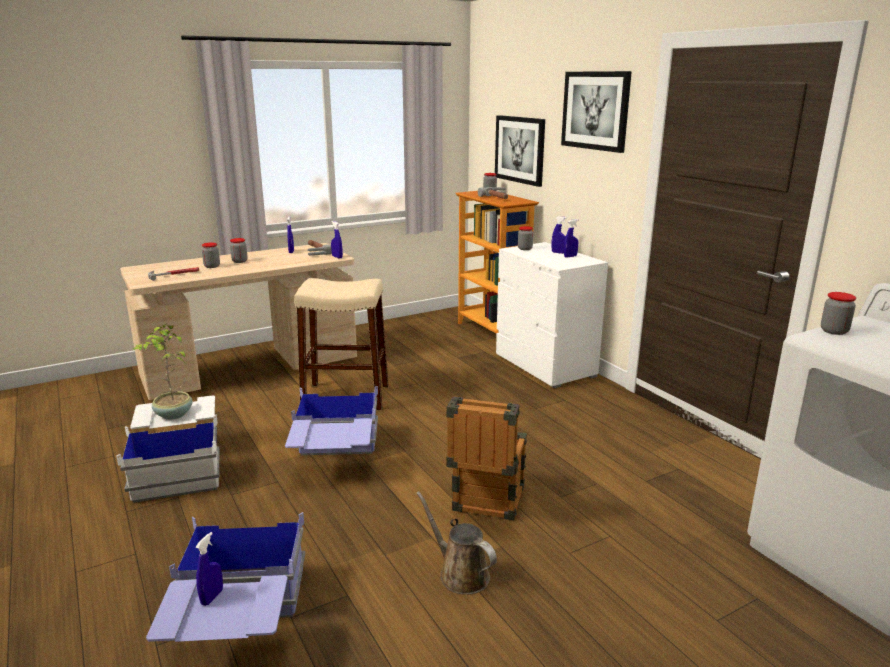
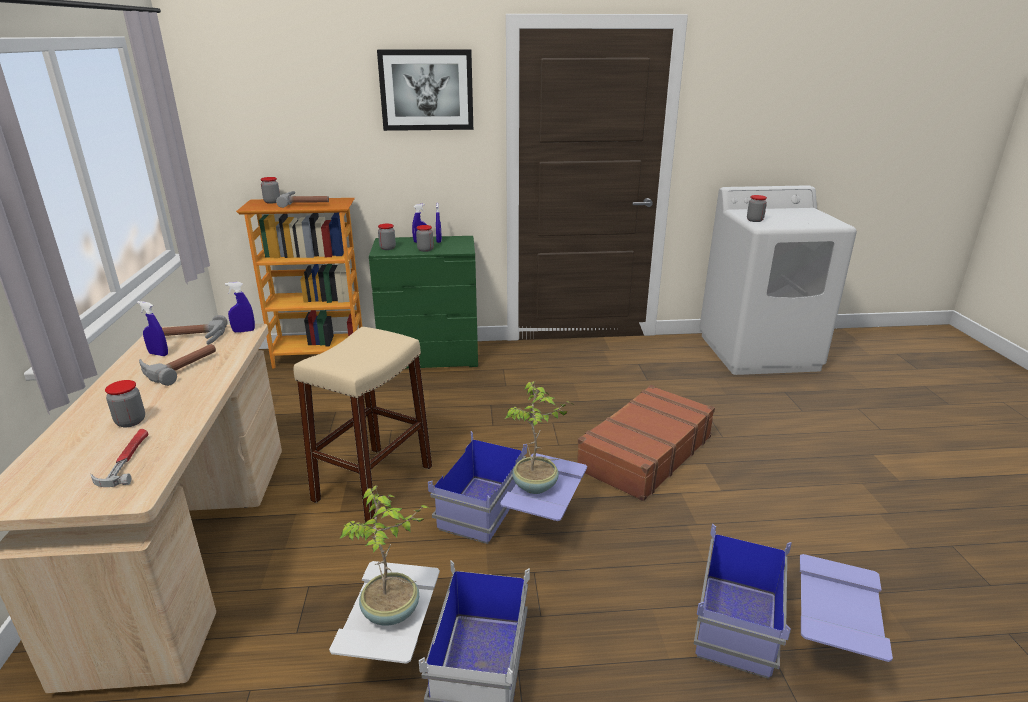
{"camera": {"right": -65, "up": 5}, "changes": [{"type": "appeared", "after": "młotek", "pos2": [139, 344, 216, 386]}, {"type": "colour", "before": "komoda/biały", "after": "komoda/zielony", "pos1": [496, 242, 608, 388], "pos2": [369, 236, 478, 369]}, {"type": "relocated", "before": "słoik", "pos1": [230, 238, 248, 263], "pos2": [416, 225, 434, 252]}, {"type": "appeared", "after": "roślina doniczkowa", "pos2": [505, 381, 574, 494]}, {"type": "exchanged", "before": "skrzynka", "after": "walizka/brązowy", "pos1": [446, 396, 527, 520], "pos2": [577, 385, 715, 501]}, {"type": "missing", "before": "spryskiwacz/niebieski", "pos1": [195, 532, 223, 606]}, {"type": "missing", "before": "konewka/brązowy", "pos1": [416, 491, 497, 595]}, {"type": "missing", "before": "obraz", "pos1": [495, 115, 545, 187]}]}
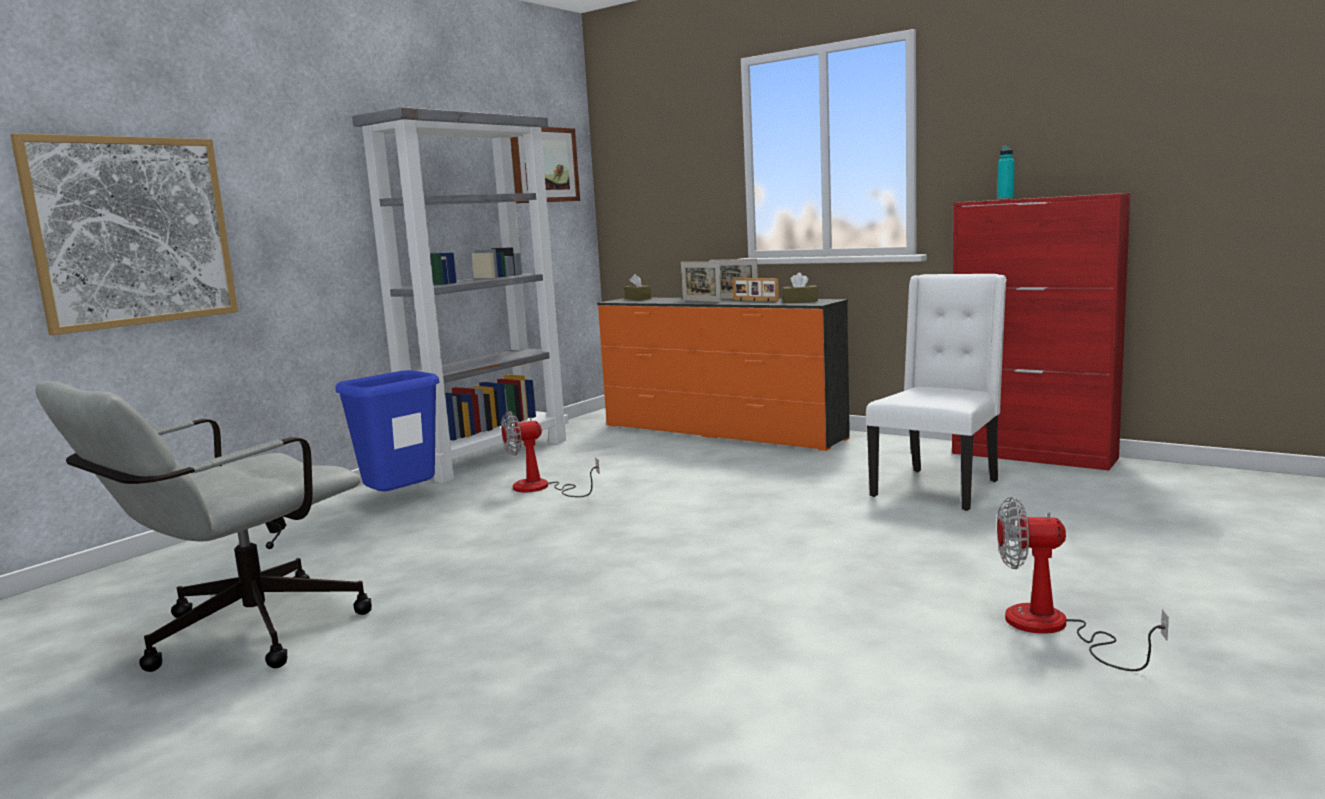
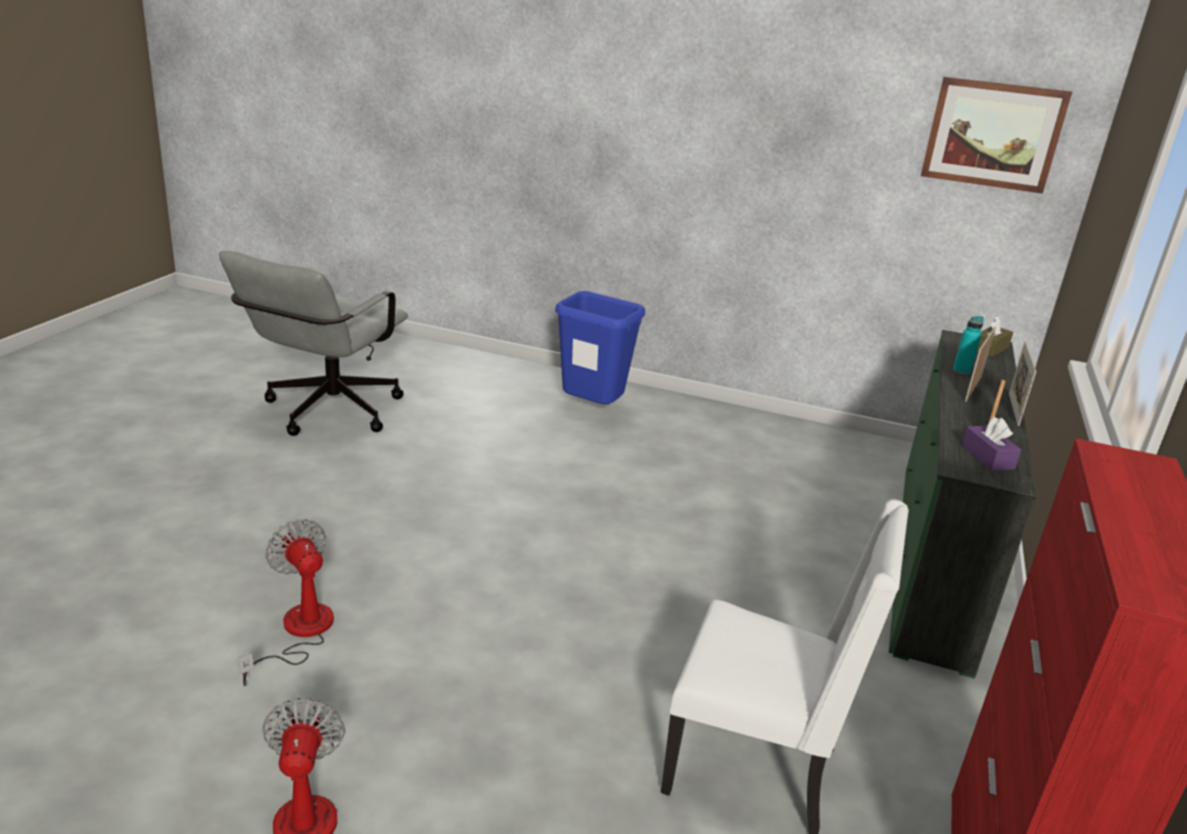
{"camera": {"right": 70, "up": 15}, "changes": [{"type": "spun", "before": "krzesło biurowe/szary", "pos1": [35, 381, 372, 672], "pos2": [219, 251, 408, 436], "turn": -90}, {"type": "relocated", "before": "wentylator", "pos1": [501, 411, 600, 497], "pos2": [238, 519, 334, 686]}, {"type": "colour", "before": "komoda/pomarańczowy", "after": "komoda/zielony", "pos1": [597, 298, 850, 451], "pos2": [889, 330, 1037, 679]}, {"type": "relocated", "before": "butelka/turkusowy", "pos1": [997, 146, 1014, 200], "pos2": [953, 316, 984, 375]}, {"type": "colour", "before": "pudełko chusteczek/brązowy", "after": "pudełko chusteczek/fioletowy", "pos1": [782, 273, 818, 303], "pos2": [962, 417, 1021, 471]}, {"type": "missing", "before": "obraz", "pos1": [10, 133, 238, 335]}, {"type": "missing", "before": "regał/szary", "pos1": [352, 107, 568, 483]}]}
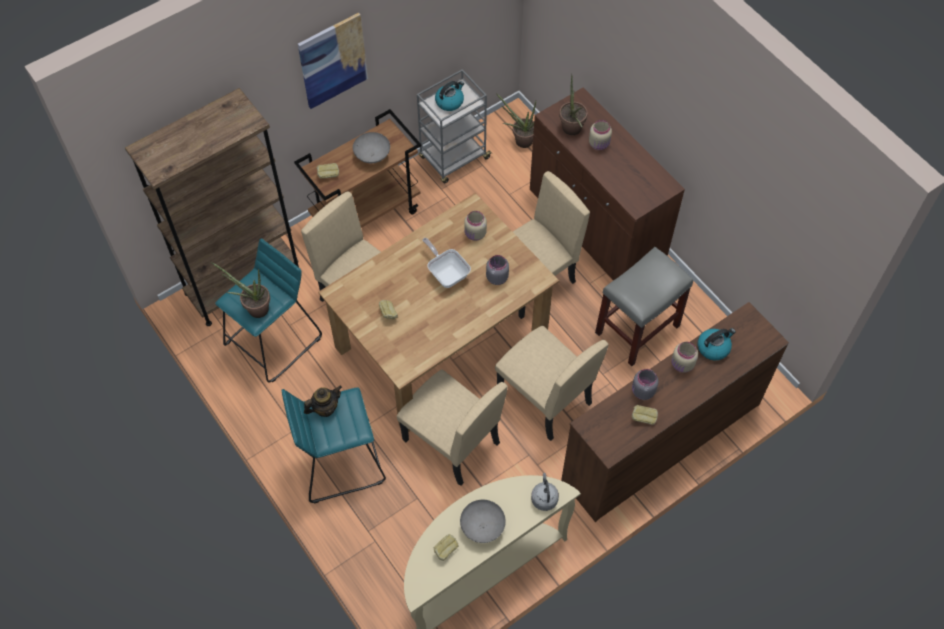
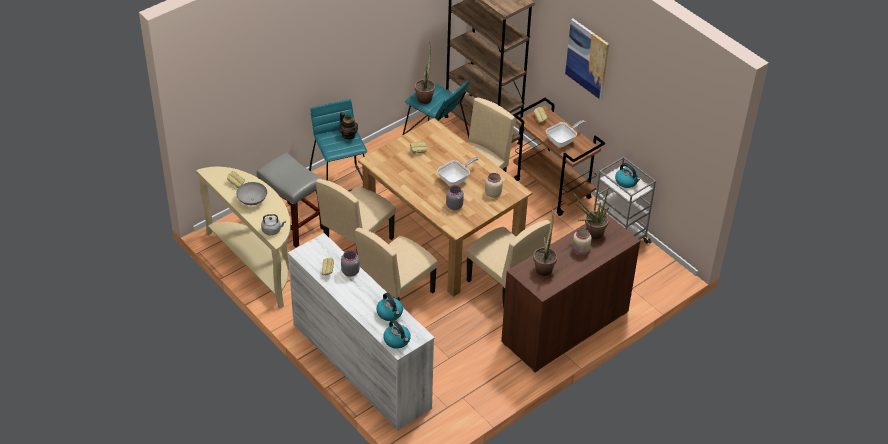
{"camera": {"right": 85, "up": -15}, "changes": [{"type": "relocated", "before": "stołek/szary", "pos1": [595, 247, 693, 366], "pos2": [257, 152, 323, 248]}, {"type": "colour", "before": "komoda/brązowy", "after": "komoda/biały", "pos1": [561, 302, 789, 522], "pos2": [288, 233, 435, 431]}, {"type": "appeared", "after": "czajnik", "pos2": [383, 320, 411, 349]}, {"type": "relocated", "before": "roślina doniczkowa", "pos1": [497, 94, 536, 148], "pos2": [533, 206, 557, 276]}, {"type": "exchanged", "before": "miska/szary", "after": "patelnia", "pos1": [353, 132, 390, 163], "pos2": [546, 120, 586, 148]}, {"type": "missing", "before": "słoik/beżowy", "pos1": [671, 342, 698, 373]}]}
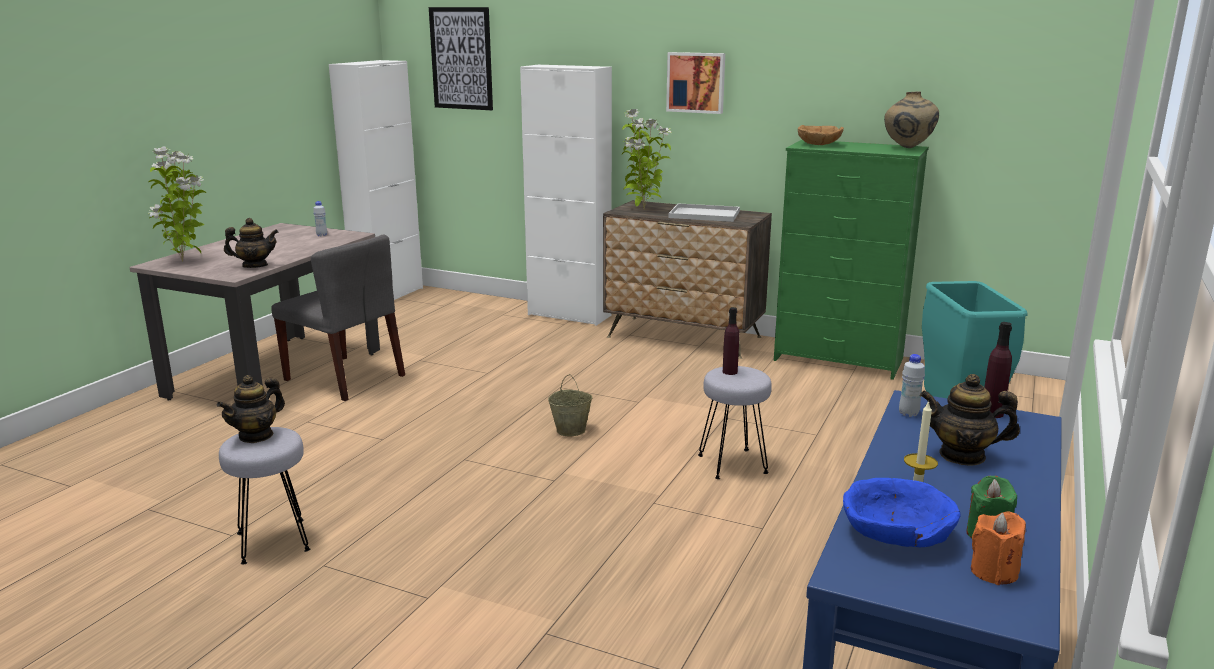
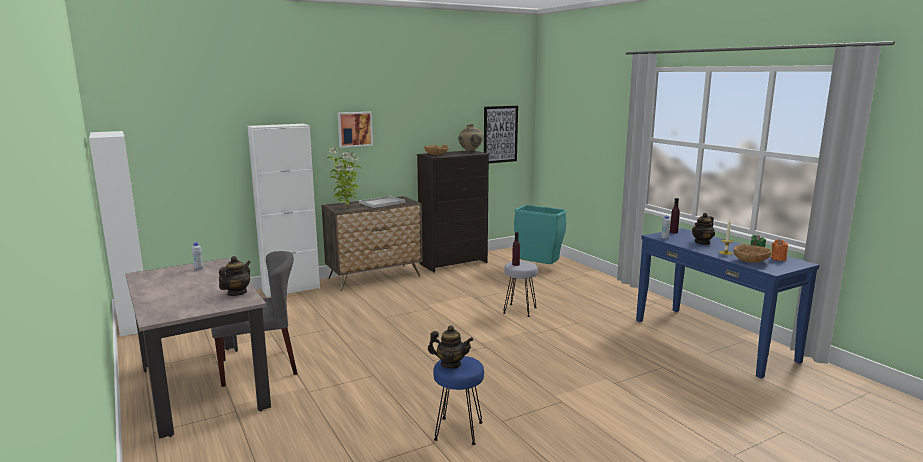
{"camera": {"right": -55, "up": -5}, "changes": [{"type": "colour", "before": "komoda/zielony", "after": "komoda/czarny", "pos1": [774, 140, 929, 380], "pos2": [417, 150, 490, 273]}, {"type": "spun", "before": "imbryk", "pos1": [217, 375, 285, 443], "pos2": [428, 325, 473, 369], "turn": -60}, {"type": "colour", "before": "stołek/szary", "after": "stołek/niebieski", "pos1": [219, 427, 310, 564], "pos2": [433, 356, 484, 445]}, {"type": "relocated", "before": "obraz", "pos1": [429, 7, 493, 110], "pos2": [484, 106, 518, 163]}, {"type": "colour", "before": "miska/niebieski", "after": "miska/brązowy", "pos1": [843, 478, 961, 547], "pos2": [734, 244, 771, 263]}, {"type": "missing", "before": "roślina doniczkowa", "pos1": [148, 146, 206, 262]}, {"type": "missing", "before": "wiadro/beżowy", "pos1": [548, 374, 593, 437]}]}
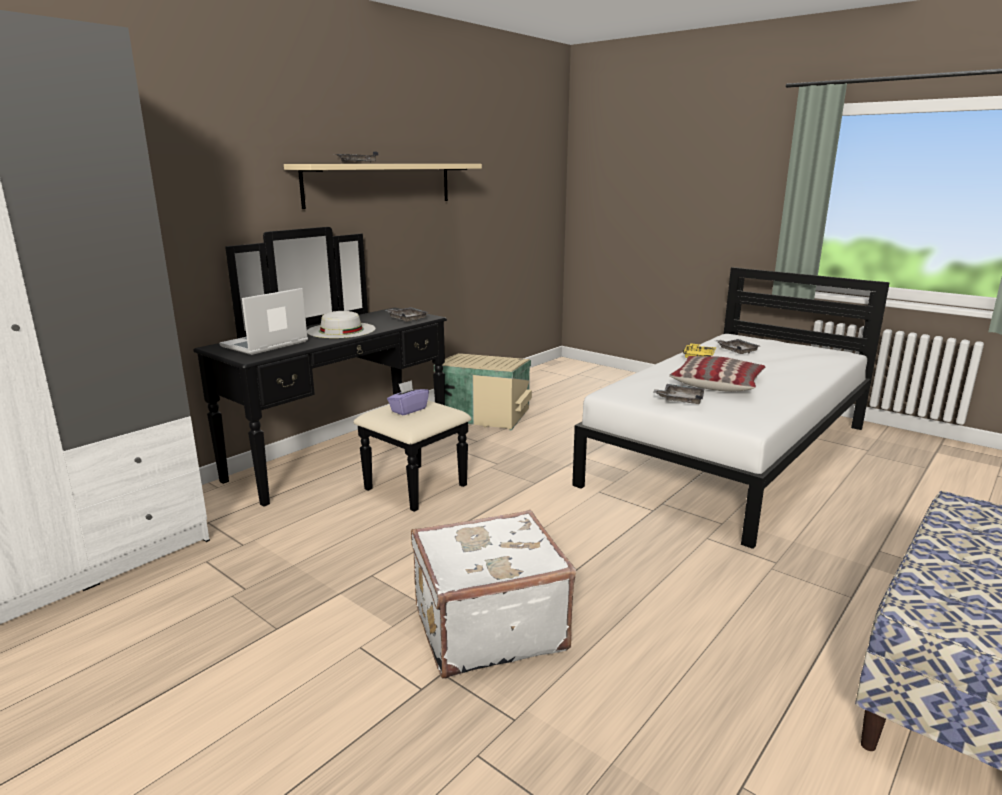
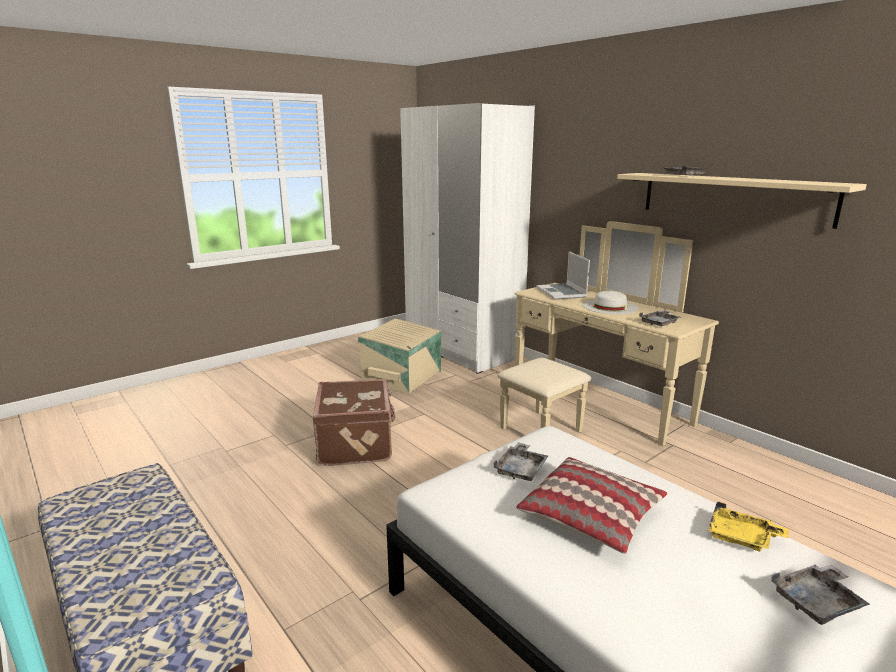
{"camera": {"right": 100, "up": 0}, "changes": [{"type": "colour", "before": "walizka/biały", "after": "walizka/brązowy", "pos1": [411, 510, 576, 679], "pos2": [313, 379, 395, 466]}, {"type": "relocated", "before": "pojemnik do przechowywania/beżowy", "pos1": [434, 353, 532, 430], "pos2": [358, 319, 442, 395]}, {"type": "colour", "before": "komoda/czarny", "after": "komoda/beżowy", "pos1": [193, 227, 471, 512], "pos2": [498, 221, 719, 446]}, {"type": "spun", "before": "laptop", "pos1": [219, 288, 308, 355], "pos2": [536, 251, 590, 299], "turn": -150}, {"type": "missing", "before": "pudełko chusteczek/fioletowy", "pos1": [387, 380, 429, 415]}]}
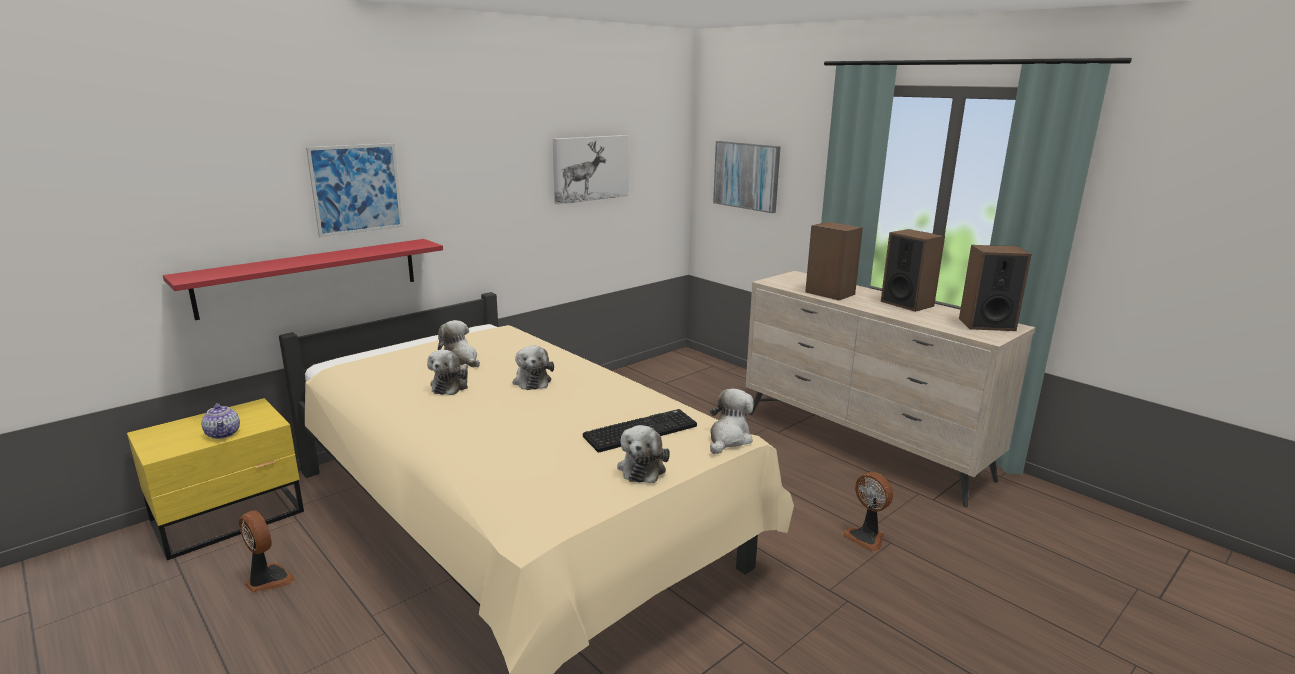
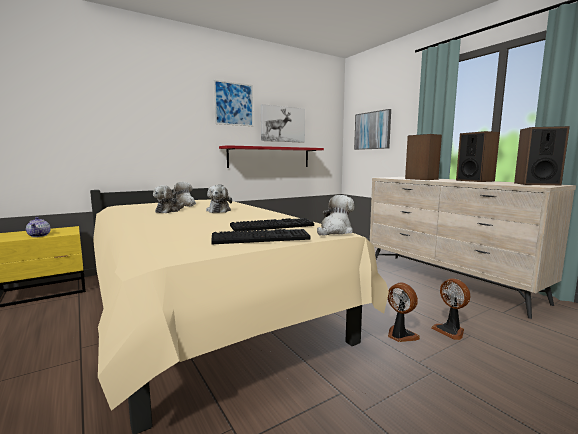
{"camera": {"right": 10, "up": -10}, "changes": [{"type": "exchanged", "before": "pluszak", "after": "klawiatura", "pos1": [617, 425, 670, 483], "pos2": [211, 229, 311, 244]}, {"type": "relocated", "before": "obraz", "pos1": [306, 143, 403, 237], "pos2": [214, 80, 253, 126]}, {"type": "relocated", "before": "półka/czerwony", "pos1": [163, 239, 443, 320], "pos2": [219, 145, 324, 168]}, {"type": "relocated", "before": "wentylator", "pos1": [239, 510, 296, 592], "pos2": [388, 283, 420, 342]}]}
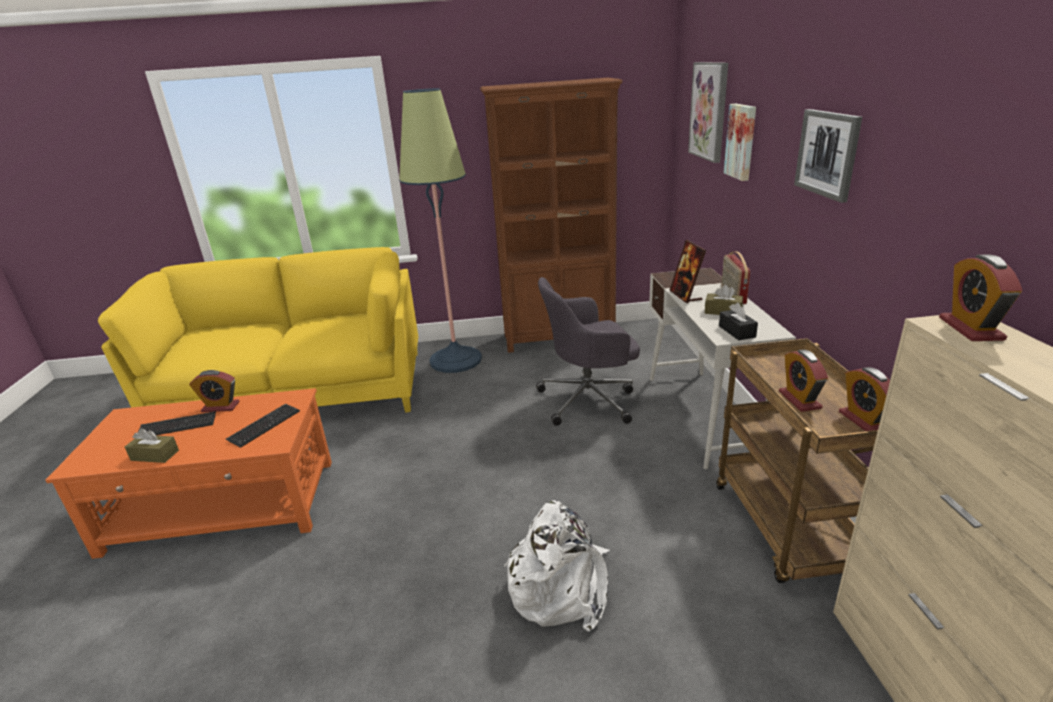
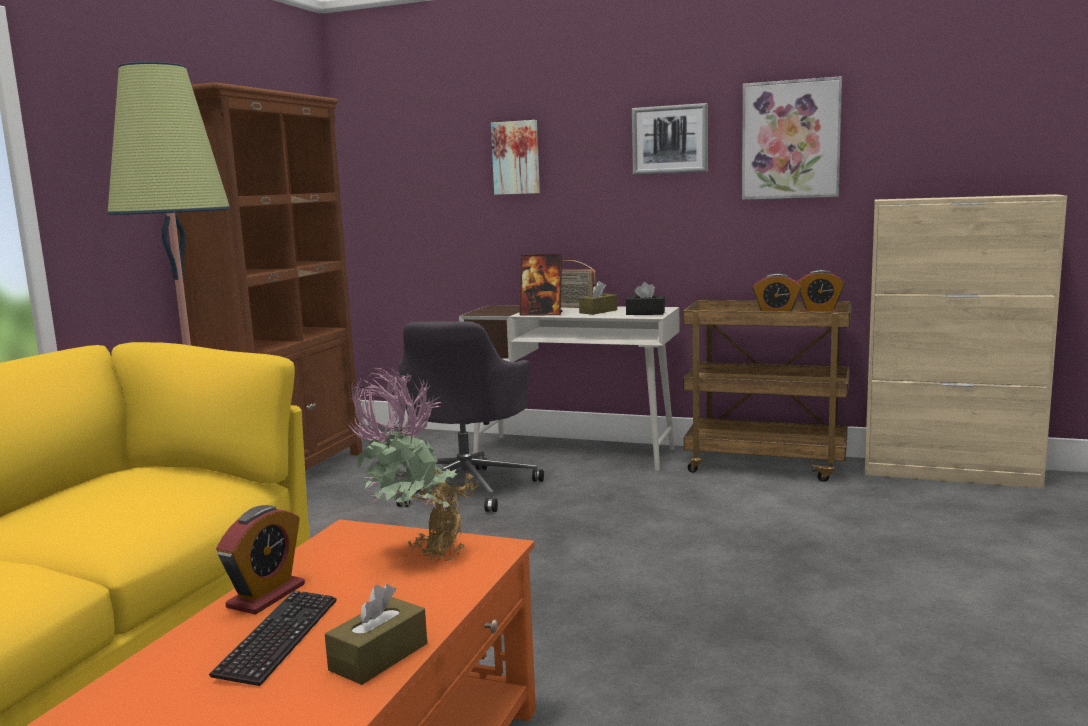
{"camera": {"right": -65, "up": -15}, "changes": [{"type": "exchanged", "before": "klawiatura", "after": "roślina doniczkowa", "pos1": [226, 404, 300, 448], "pos2": [349, 366, 478, 561]}, {"type": "relocated", "before": "obraz", "pos1": [688, 62, 728, 163], "pos2": [742, 76, 842, 200]}, {"type": "missing", "before": "plecak/biały", "pos1": [504, 500, 610, 632]}, {"type": "missing", "before": "budzik", "pos1": [939, 255, 1022, 341]}]}
